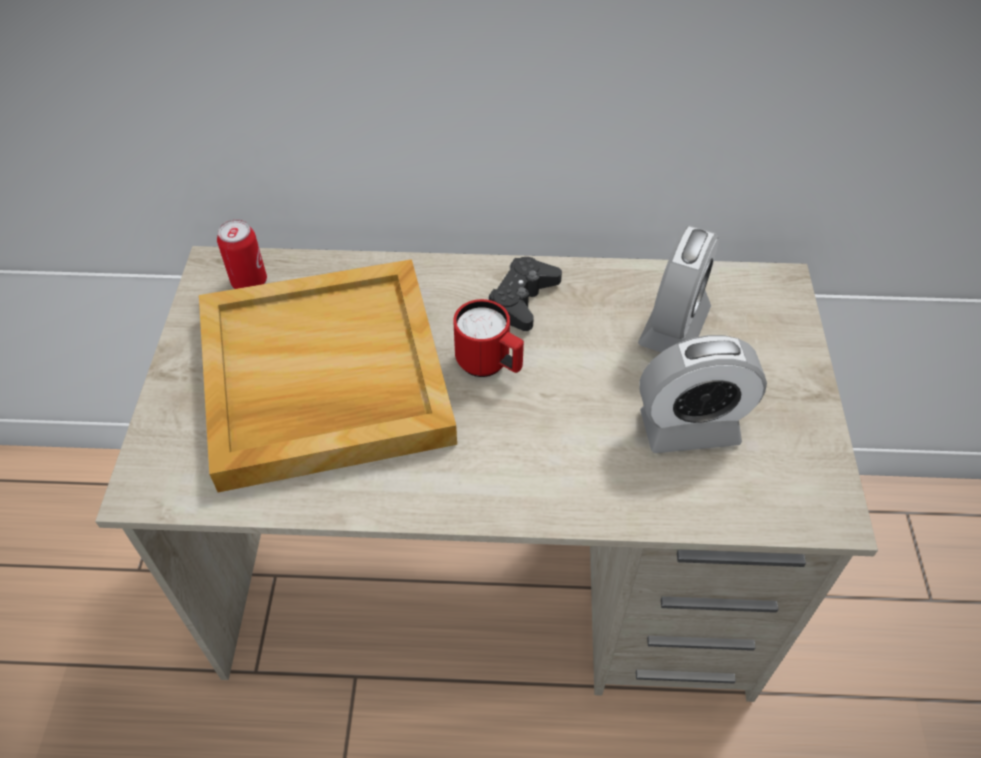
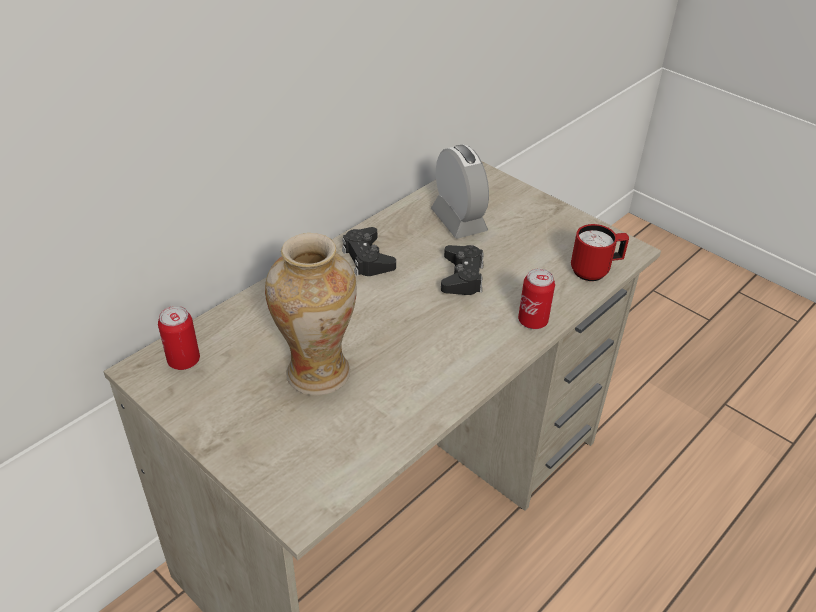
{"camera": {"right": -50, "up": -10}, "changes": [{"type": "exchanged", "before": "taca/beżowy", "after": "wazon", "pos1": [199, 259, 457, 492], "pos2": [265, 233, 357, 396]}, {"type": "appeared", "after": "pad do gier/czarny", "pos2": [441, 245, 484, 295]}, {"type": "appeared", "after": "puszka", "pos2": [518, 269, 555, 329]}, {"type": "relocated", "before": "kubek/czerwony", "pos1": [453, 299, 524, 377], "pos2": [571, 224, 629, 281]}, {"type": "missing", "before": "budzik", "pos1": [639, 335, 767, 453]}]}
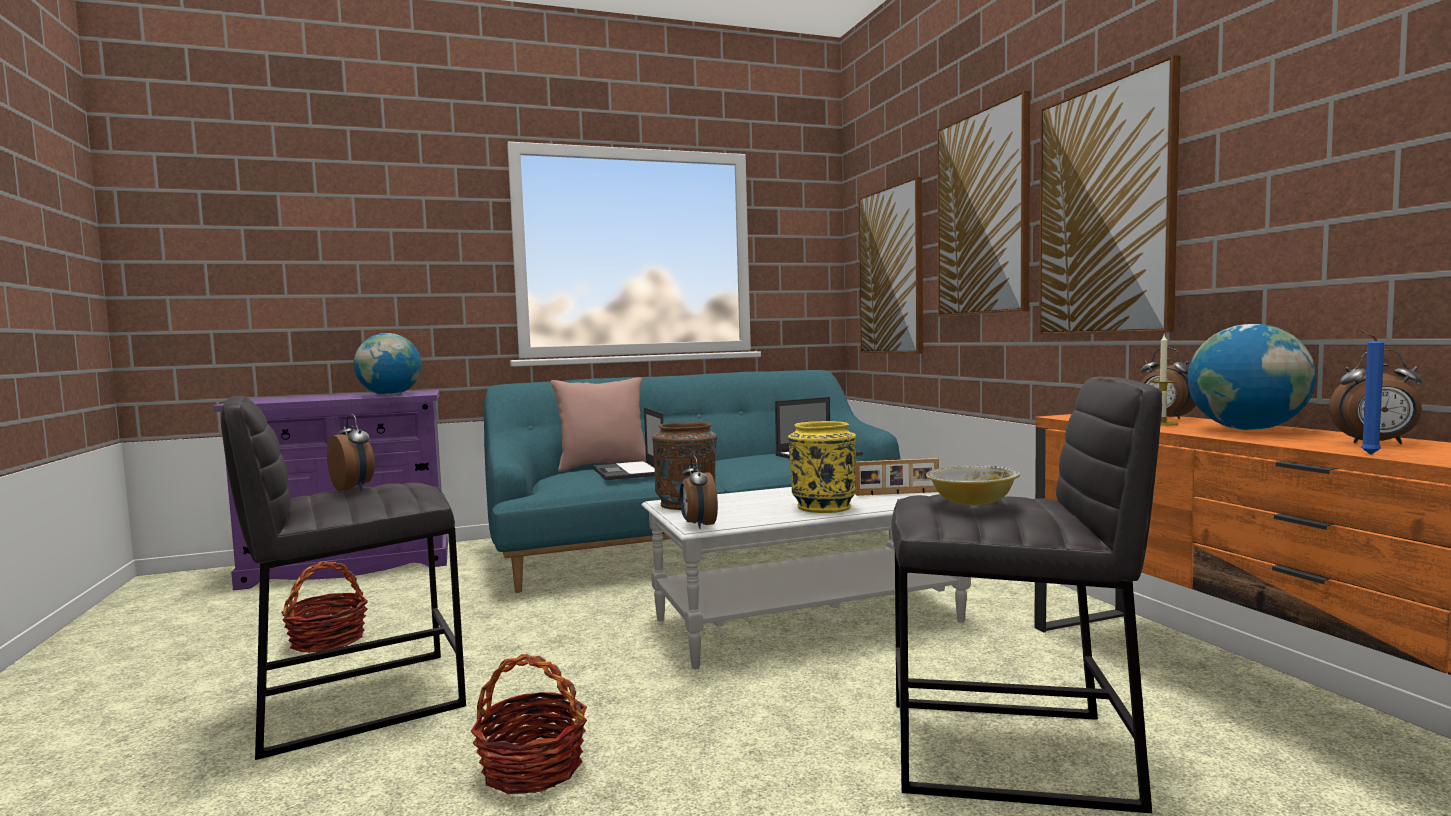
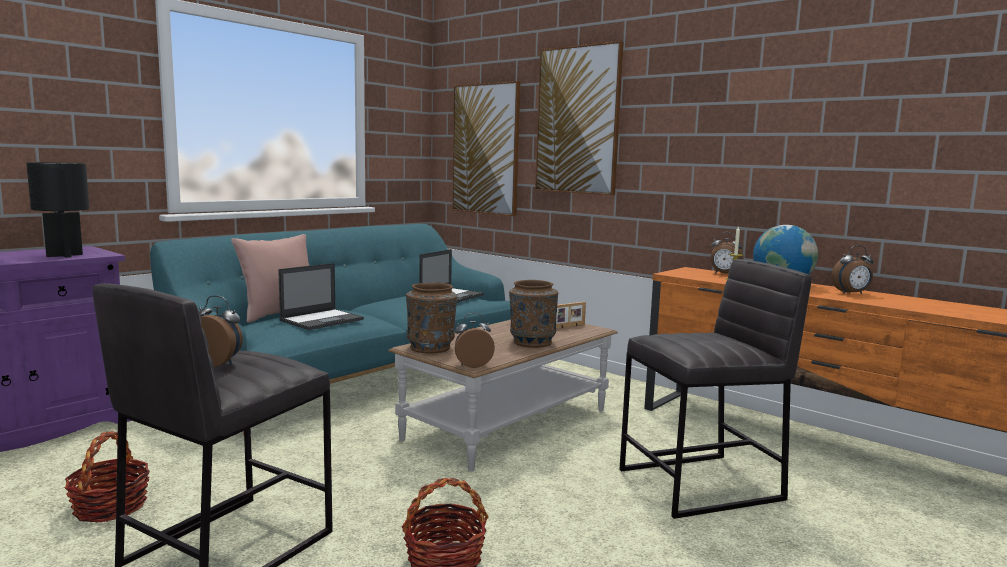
{"camera": {"right": -30, "up": 5}, "changes": [{"type": "exchanged", "before": "globus", "after": "lampa stołowa/czarny", "pos1": [354, 333, 422, 395], "pos2": [26, 162, 90, 258]}, {"type": "spun", "before": "laptop", "pos1": [593, 407, 664, 480], "pos2": [278, 263, 364, 330], "turn": -90}, {"type": "colour", "before": "ława/biały", "after": "ława/brązowy", "pos1": [642, 487, 971, 669], "pos2": [388, 320, 618, 471]}, {"type": "spun", "before": "budzik", "pos1": [680, 456, 718, 529], "pos2": [455, 313, 495, 368], "turn": 120}, {"type": "colour", "before": "wazon/żółty", "after": "wazon/brązowy", "pos1": [788, 421, 856, 513], "pos2": [509, 280, 558, 348]}, {"type": "missing", "before": "miska", "pos1": [926, 465, 1020, 505]}, {"type": "missing", "before": "obraz", "pos1": [1039, 55, 1181, 335]}, {"type": "missing", "before": "świeca/niebieski", "pos1": [1359, 330, 1384, 455]}]}
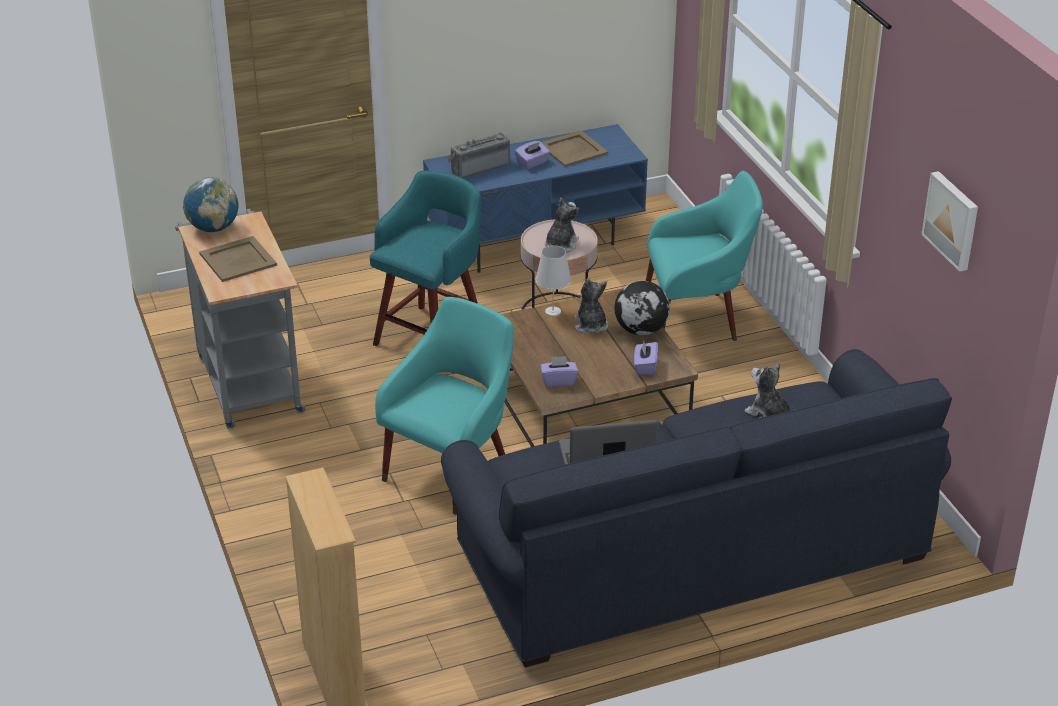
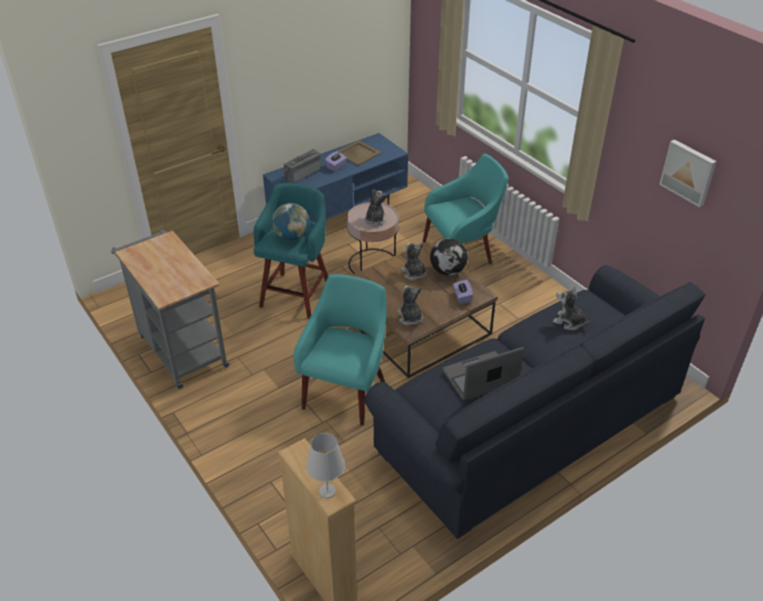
{"camera": {"right": -15, "up": 5}, "changes": [{"type": "relocated", "before": "globus", "pos1": [183, 177, 239, 232], "pos2": [272, 203, 309, 240]}, {"type": "relocated", "before": "lampa stołowa/biały", "pos1": [535, 245, 571, 317], "pos2": [306, 433, 345, 498]}, {"type": "exchanged", "before": "pudełko chusteczek/fioletowy", "after": "pluszak", "pos1": [540, 356, 578, 387], "pos2": [398, 286, 423, 325]}, {"type": "missing", "before": "taca/beżowy", "pos1": [199, 236, 277, 282]}]}
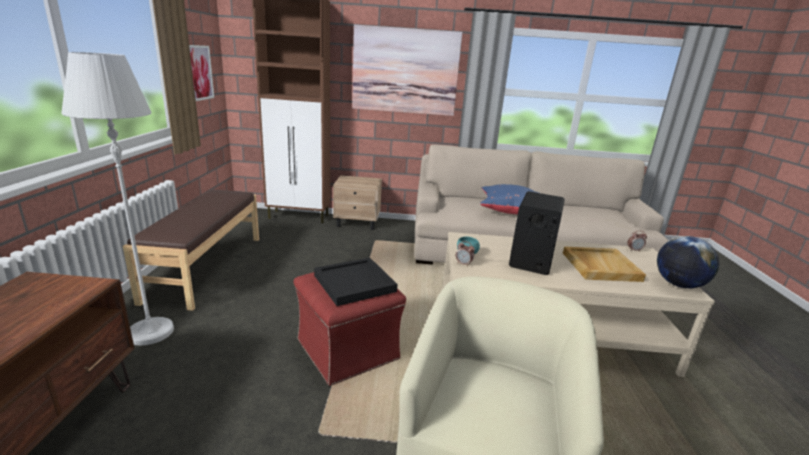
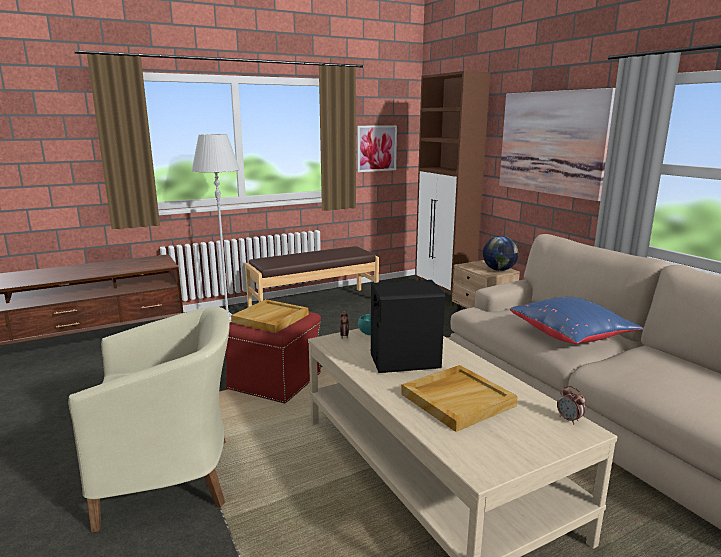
{"camera": {"right": 60, "up": -5}, "changes": [{"type": "colour", "before": "taca/czarny", "after": "taca/beżowy", "pos1": [314, 258, 398, 306], "pos2": [231, 299, 309, 333]}, {"type": "relocated", "before": "globus", "pos1": [657, 236, 719, 288], "pos2": [483, 236, 519, 271]}]}
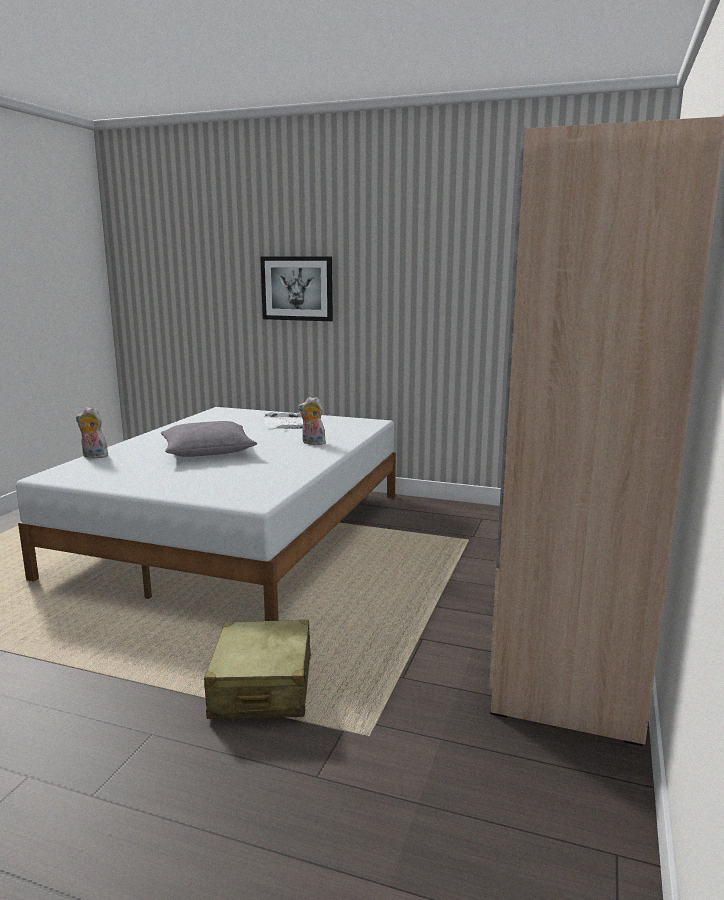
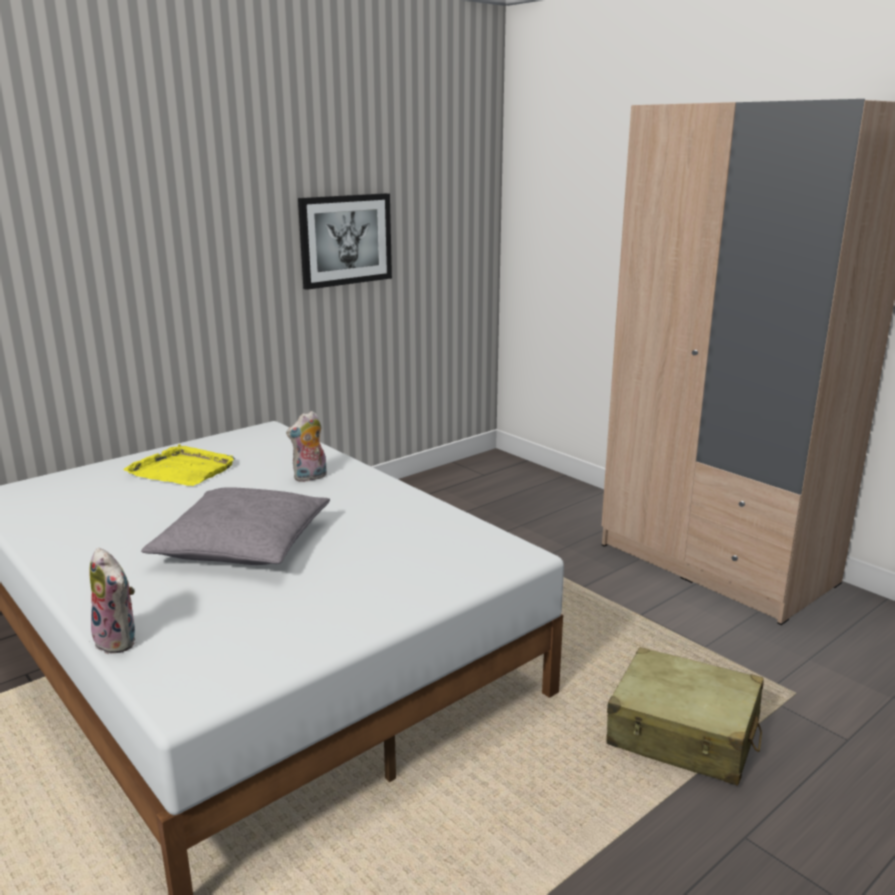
{"camera": {"right": -60, "up": 5}, "changes": [{"type": "spun", "before": "pluszak", "pos1": [76, 407, 108, 458], "pos2": [89, 548, 135, 654], "turn": -90}, {"type": "colour", "before": "taca/biały", "after": "taca/żółty", "pos1": [264, 412, 303, 429], "pos2": [123, 444, 235, 486]}, {"type": "relocated", "before": "obraz", "pos1": [260, 256, 333, 321], "pos2": [298, 193, 392, 290]}]}
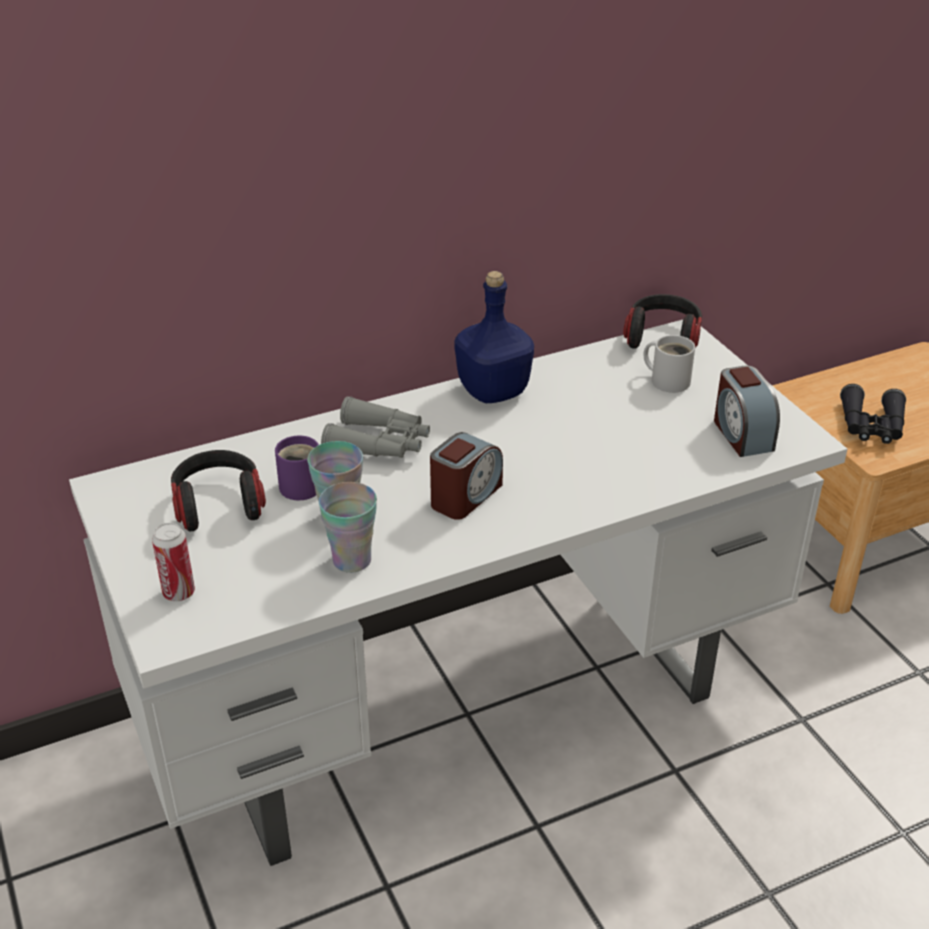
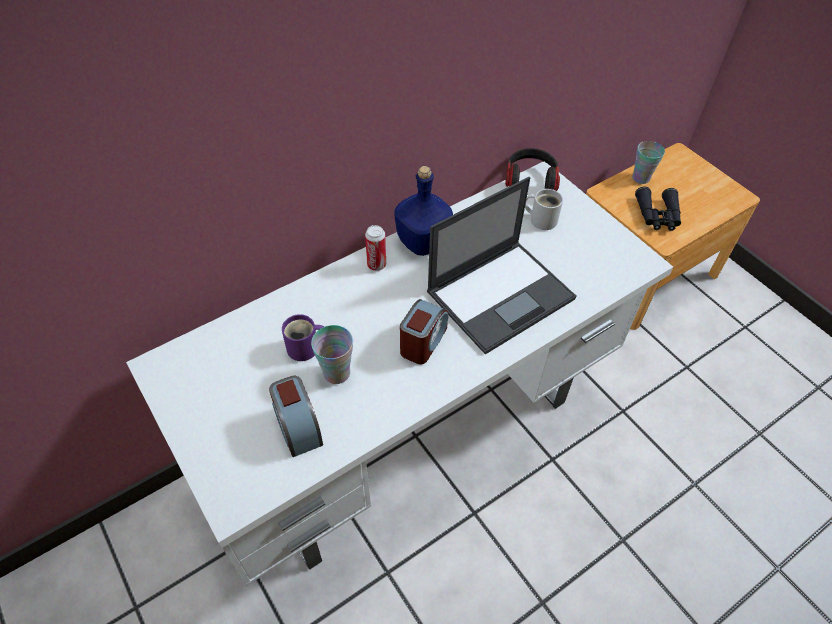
{"camera": {"right": -10, "up": 15}, "changes": [{"type": "relocated", "before": "budzik", "pos1": [714, 365, 780, 457], "pos2": [269, 376, 323, 457]}, {"type": "relocated", "before": "puszka", "pos1": [152, 523, 195, 601], "pos2": [365, 225, 386, 271]}, {"type": "appeared", "after": "laptop", "pos2": [427, 177, 576, 355]}, {"type": "relocated", "before": "filiżanka", "pos1": [319, 482, 377, 573], "pos2": [632, 141, 665, 184]}, {"type": "missing", "before": "słuchawki", "pos1": [171, 450, 266, 531]}, {"type": "missing", "before": "lornetka/szary", "pos1": [321, 396, 430, 458]}]}
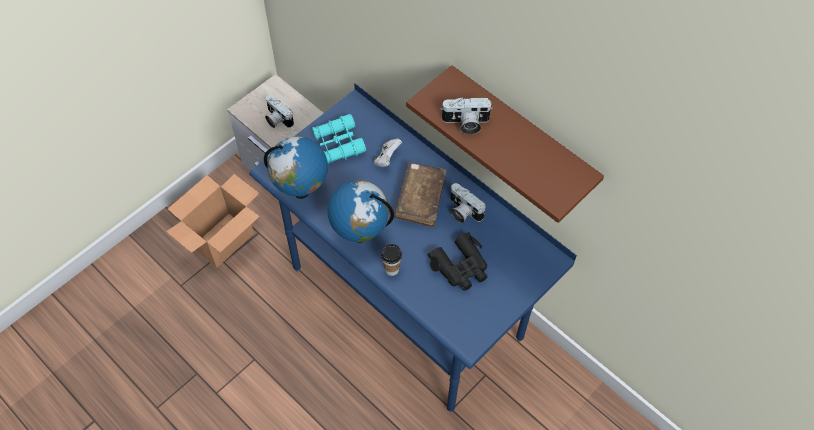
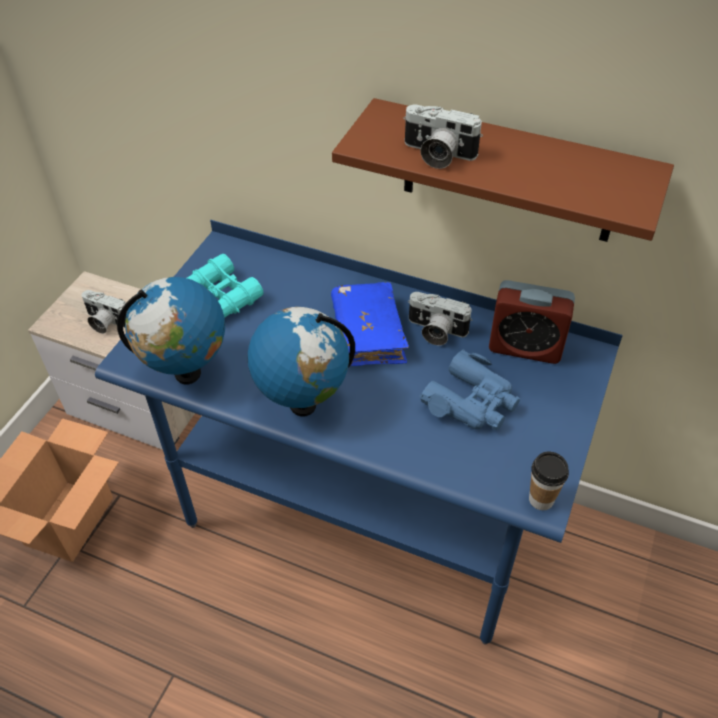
{"camera": {"right": -20, "up": -10}, "changes": [{"type": "colour", "before": "książka/brązowy", "after": "książka/niebieski", "pos1": [394, 162, 447, 228], "pos2": [331, 282, 409, 366]}, {"type": "spun", "before": "aparat fotograficzny", "pos1": [440, 97, 493, 135], "pos2": [403, 105, 483, 169], "turn": 45}, {"type": "colour", "before": "lornetka/czarny", "after": "lornetka/niebieski", "pos1": [427, 232, 487, 291], "pos2": [420, 350, 520, 430]}, {"type": "appeared", "after": "budzik", "pos2": [489, 280, 575, 364]}, {"type": "relocated", "before": "filiżanka", "pos1": [381, 244, 402, 276], "pos2": [529, 451, 569, 510]}, {"type": "missing", "before": "pad do gier/biały", "pos1": [374, 138, 402, 167]}]}
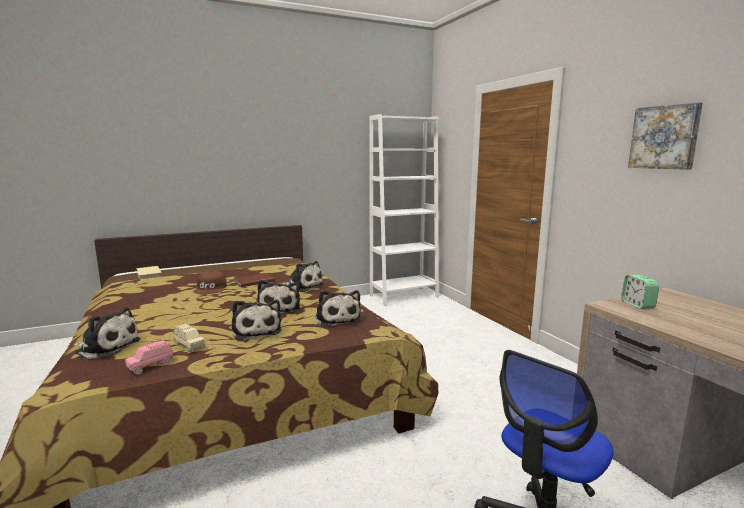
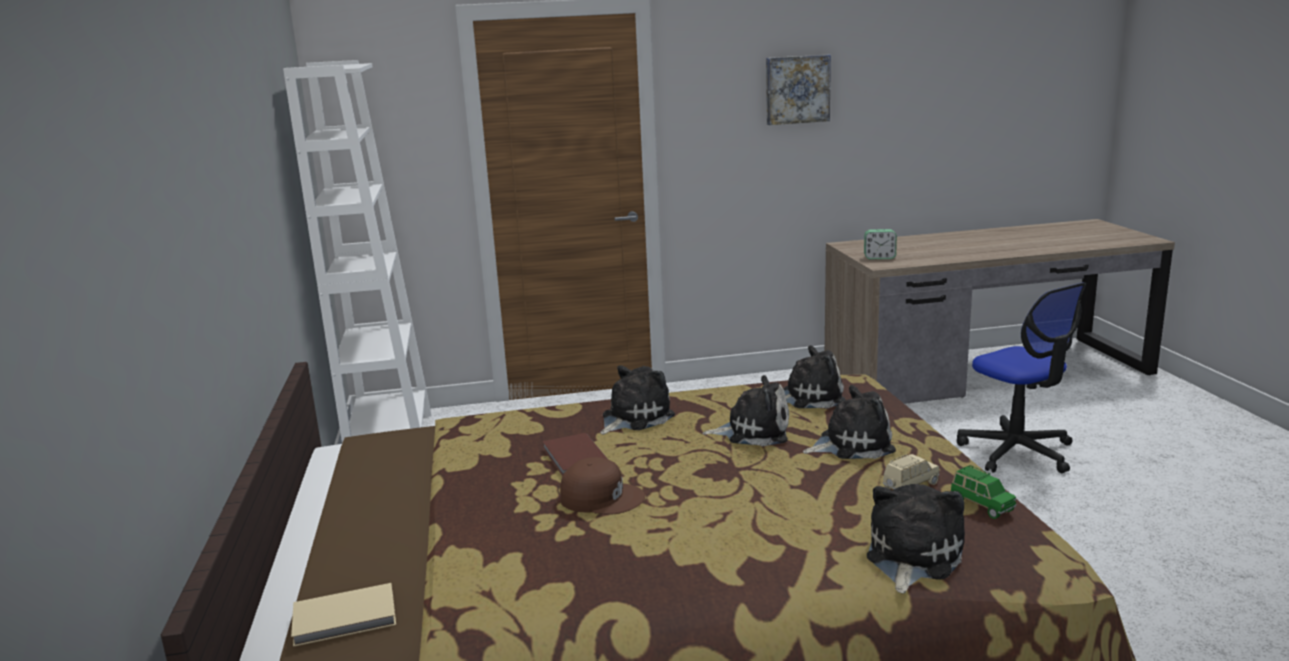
{"camera": {"right": -75, "up": 5}, "changes": [{"type": "colour", "before": "samochodzik/różowy", "after": "samochodzik/zielony", "pos1": [125, 339, 173, 375], "pos2": [951, 465, 1016, 519]}]}
